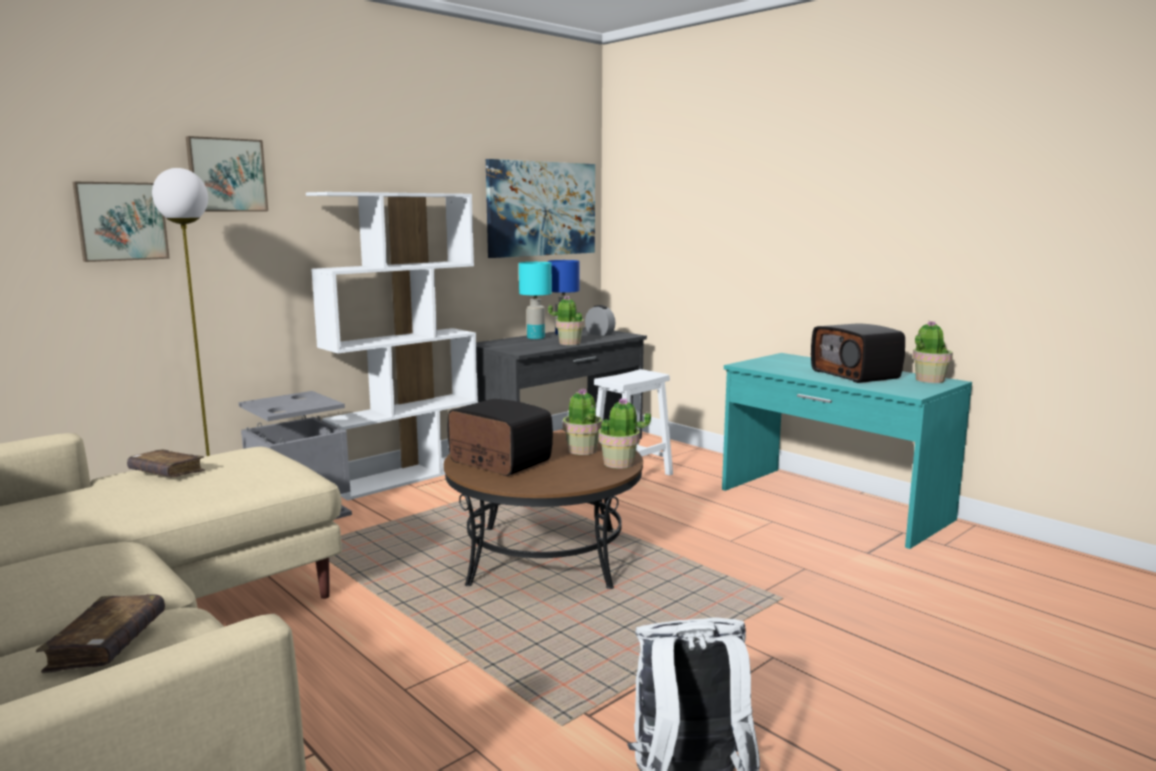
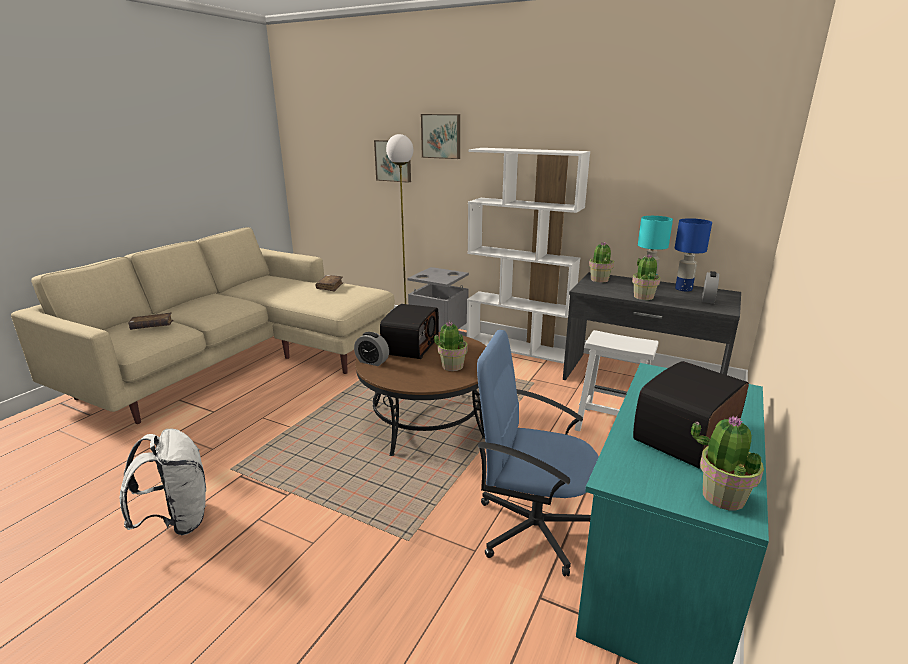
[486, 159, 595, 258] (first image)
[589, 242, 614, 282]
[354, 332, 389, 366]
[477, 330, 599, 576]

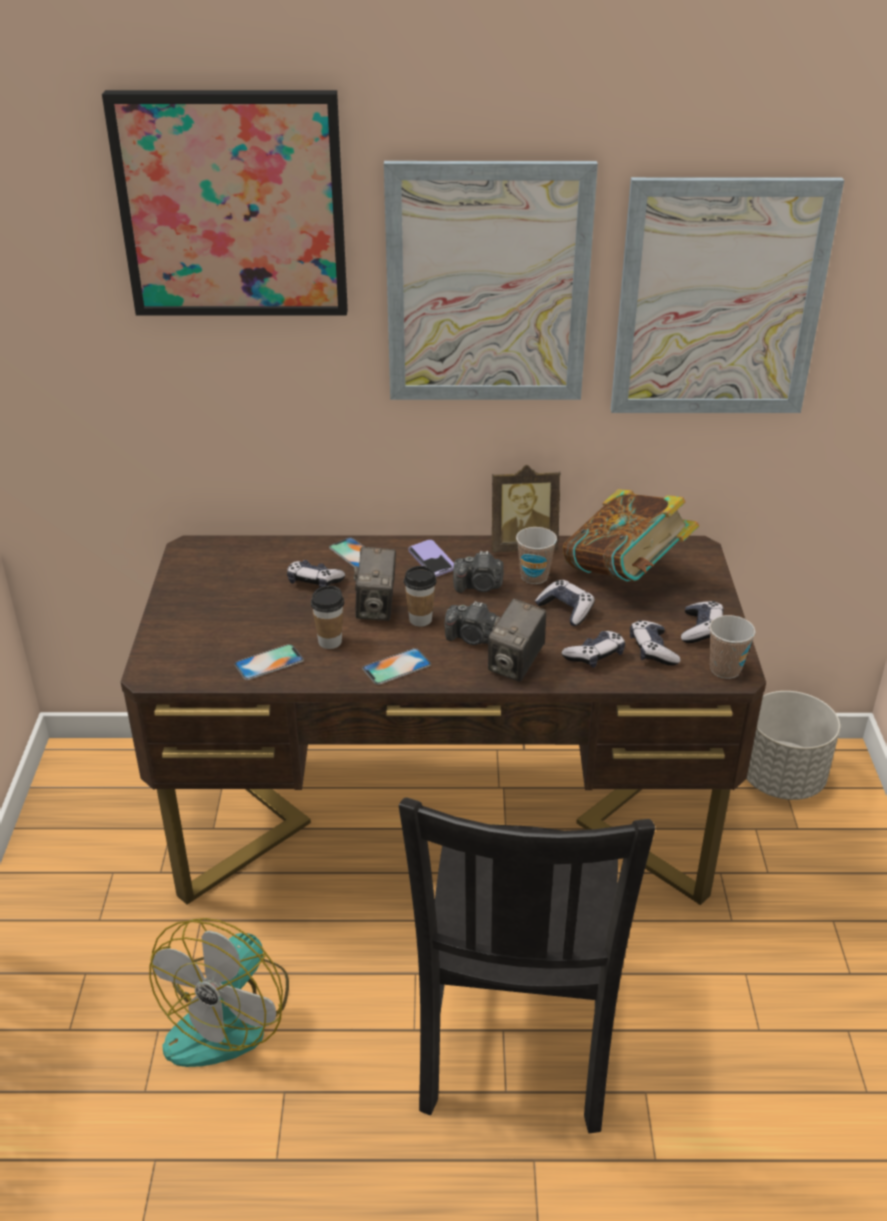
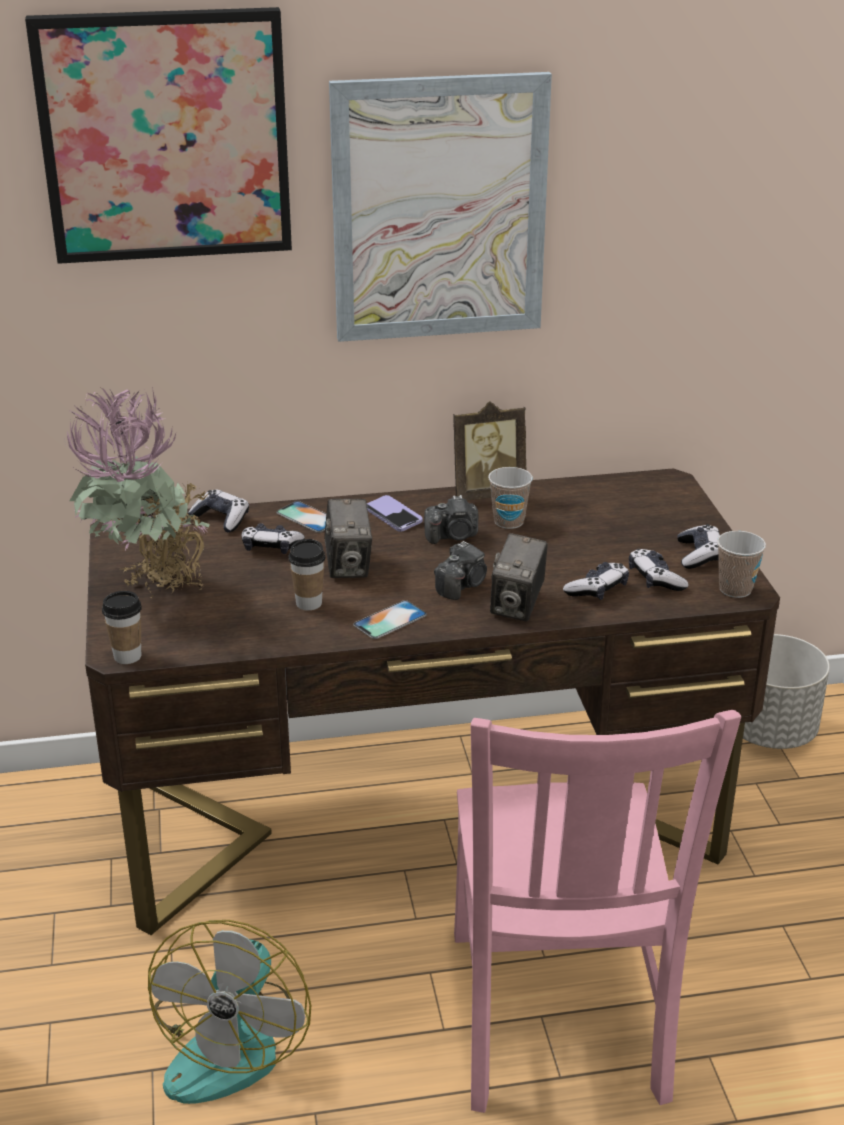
[234, 644, 304, 680] (first image)
[454, 710, 741, 1113]
[102, 591, 142, 664]
[434, 541, 487, 600]
[188, 490, 249, 532]
[563, 489, 699, 582] (first image)
[611, 177, 844, 413] (first image)
[63, 387, 210, 598]

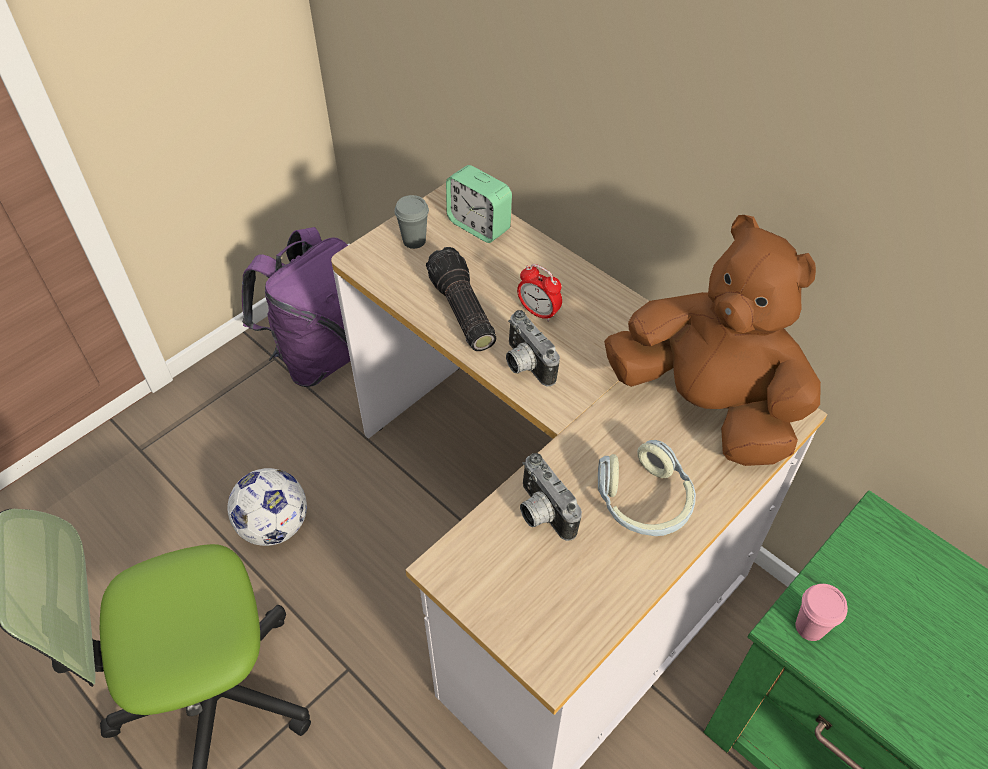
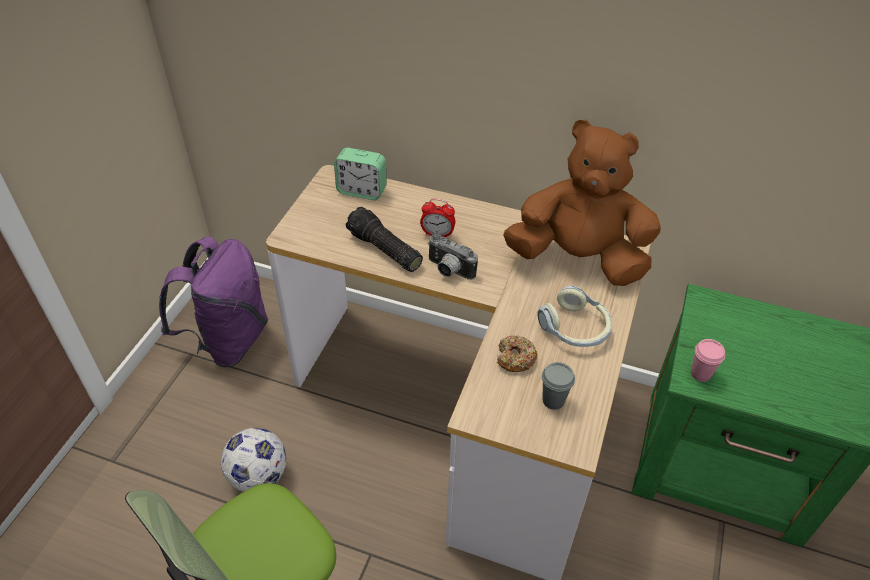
[542, 362, 575, 410]
[497, 335, 538, 372]

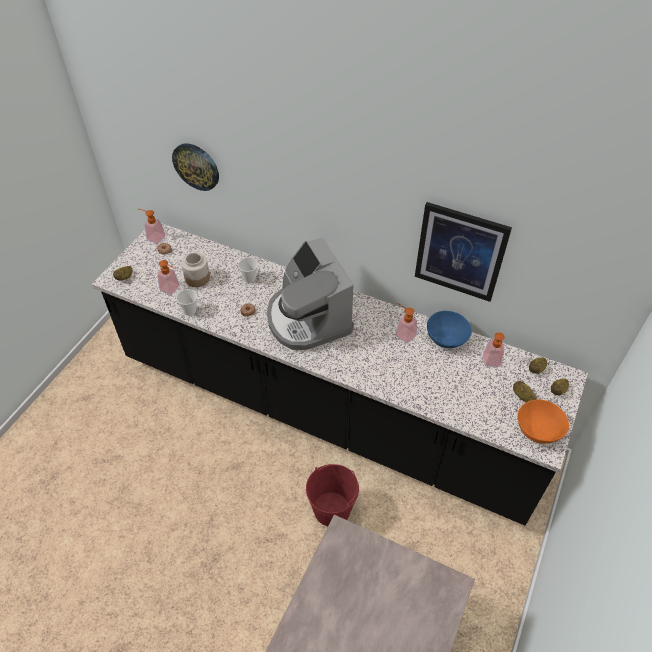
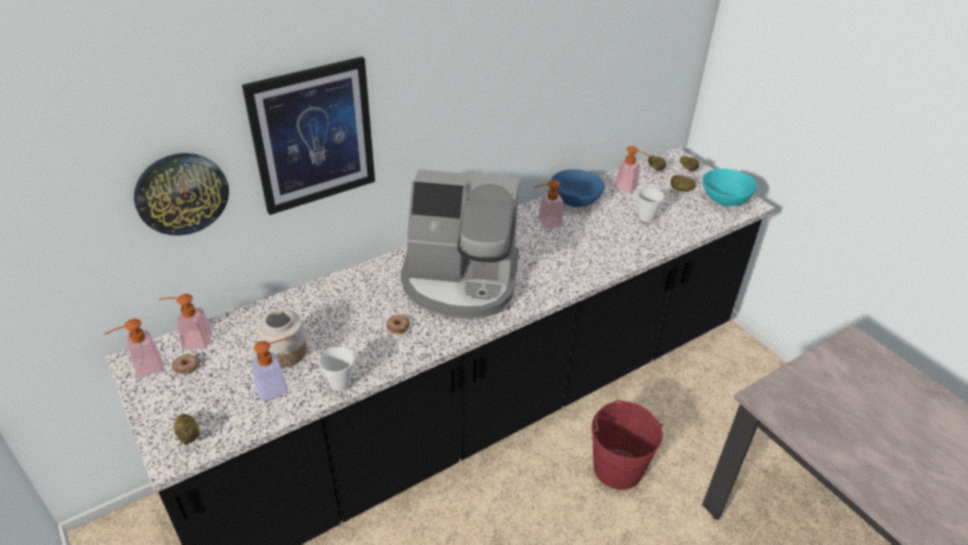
[637, 188, 664, 222]
[242, 57, 375, 215]
[702, 169, 757, 206]
[159, 294, 213, 349]

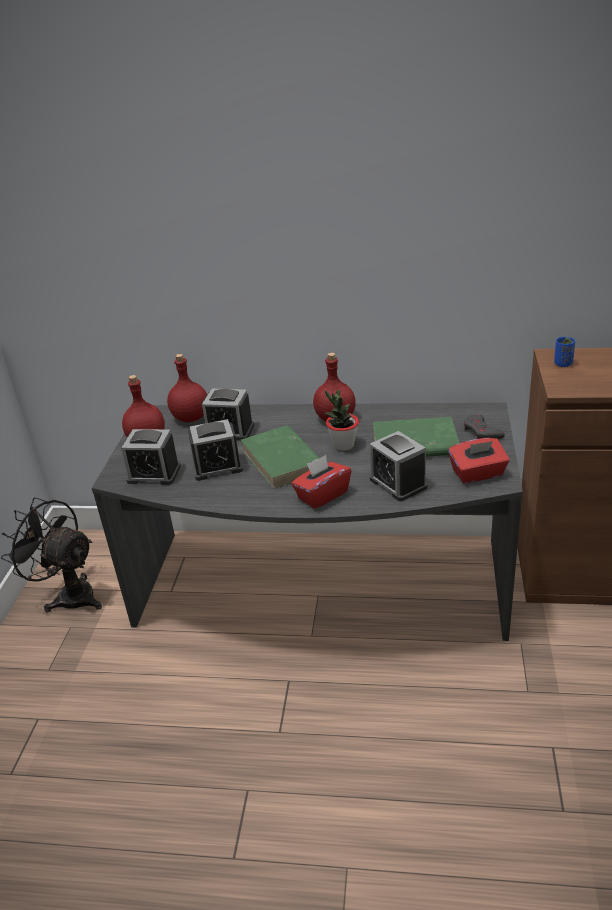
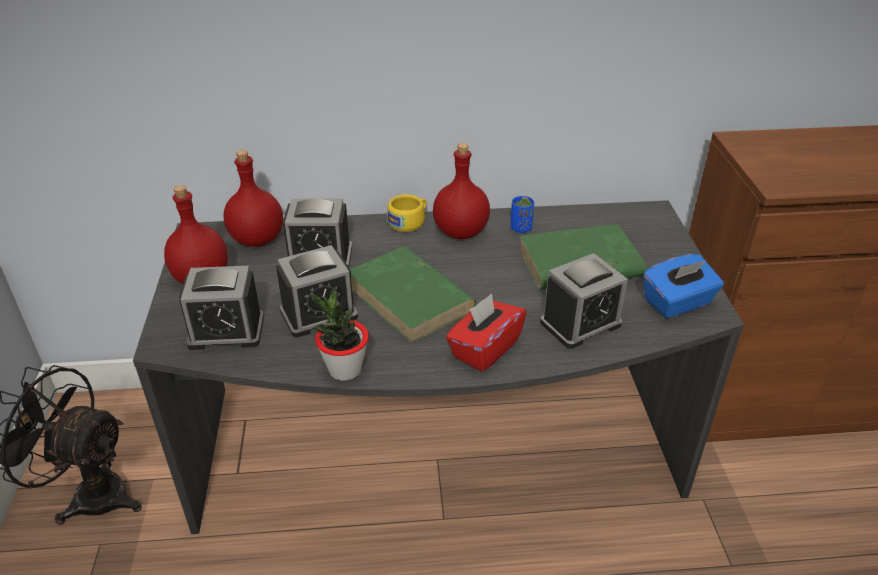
[311, 290, 369, 381]
[540, 253, 628, 349]
[643, 254, 724, 318]
[464, 415, 505, 439] (first image)
[511, 196, 534, 233]
[387, 194, 427, 232]

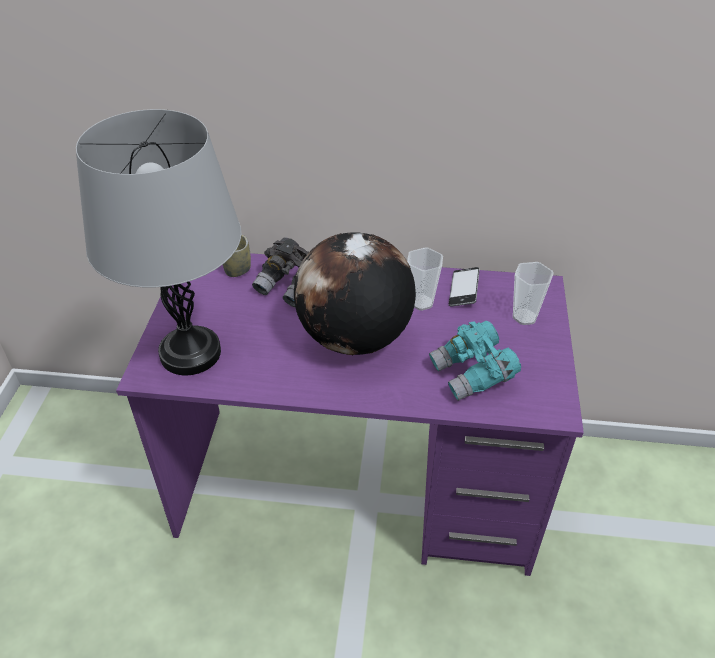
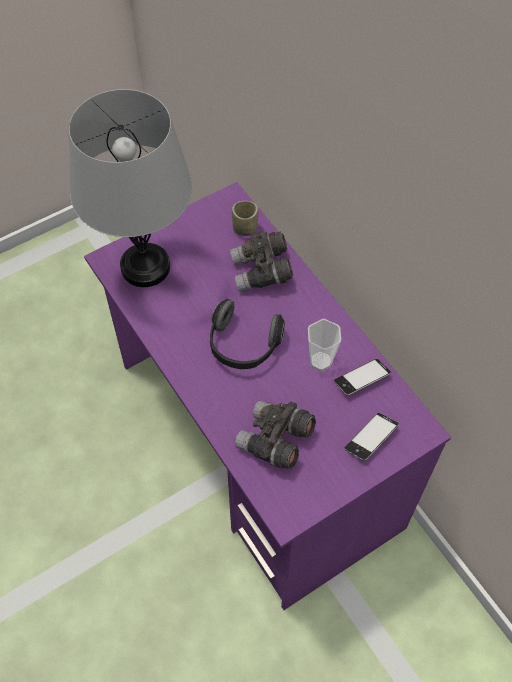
[210, 299, 285, 369]
[235, 401, 316, 469]
[345, 413, 399, 461]

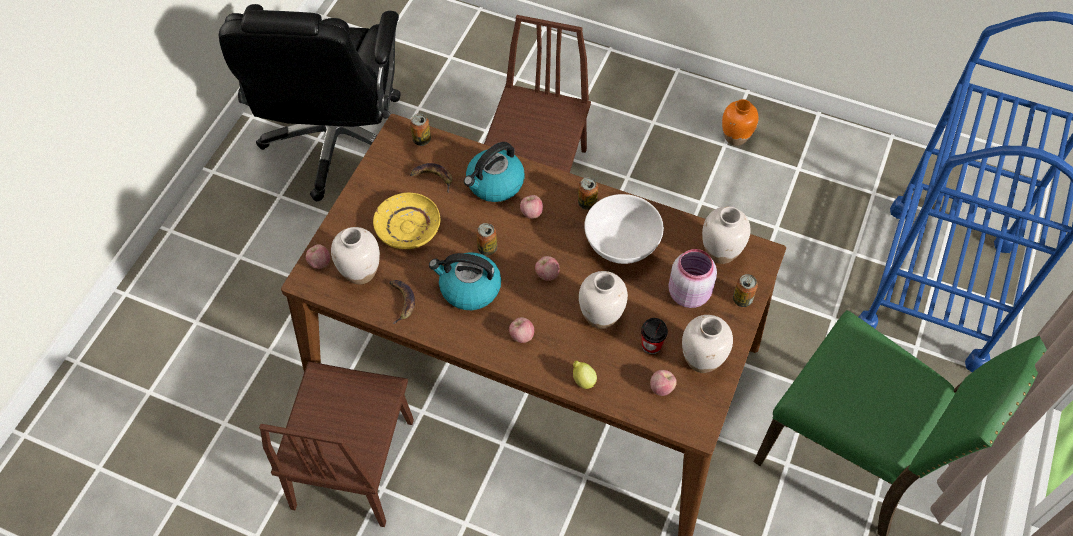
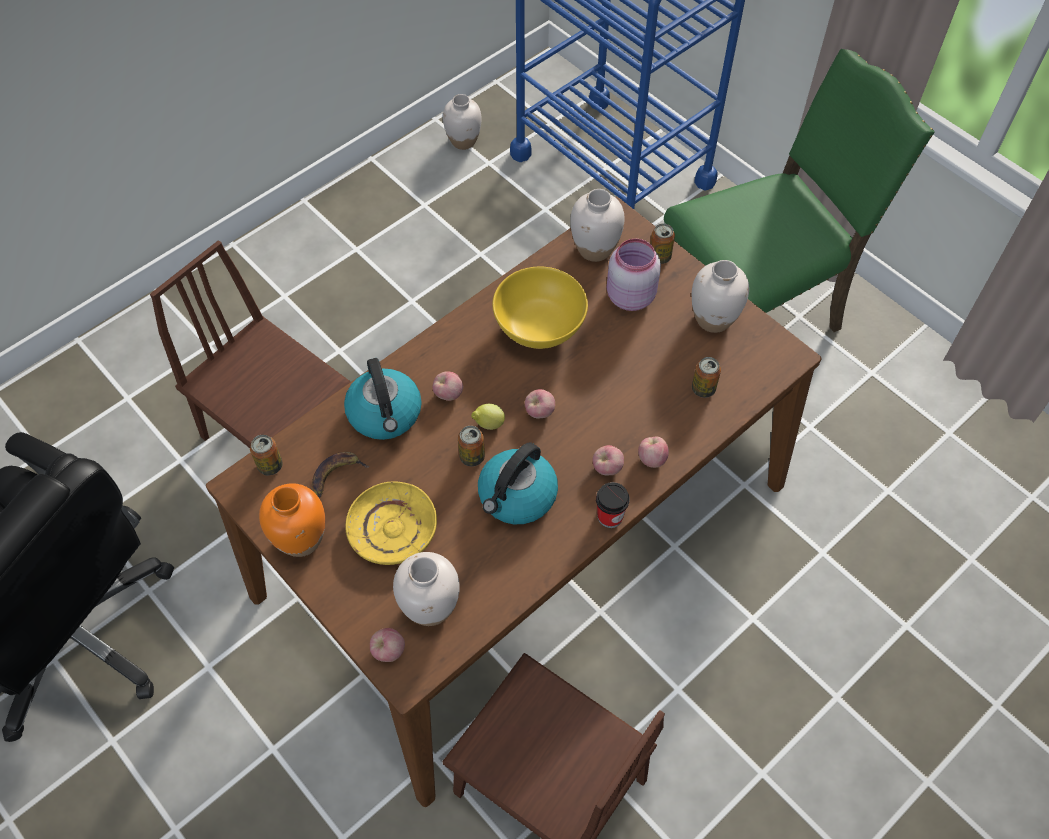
[389, 280, 415, 324] (first image)
[471, 404, 505, 430]
[692, 357, 721, 398]
[443, 94, 481, 150]
[492, 267, 588, 349]
[596, 482, 630, 528]
[638, 437, 669, 468]
[259, 483, 325, 557]

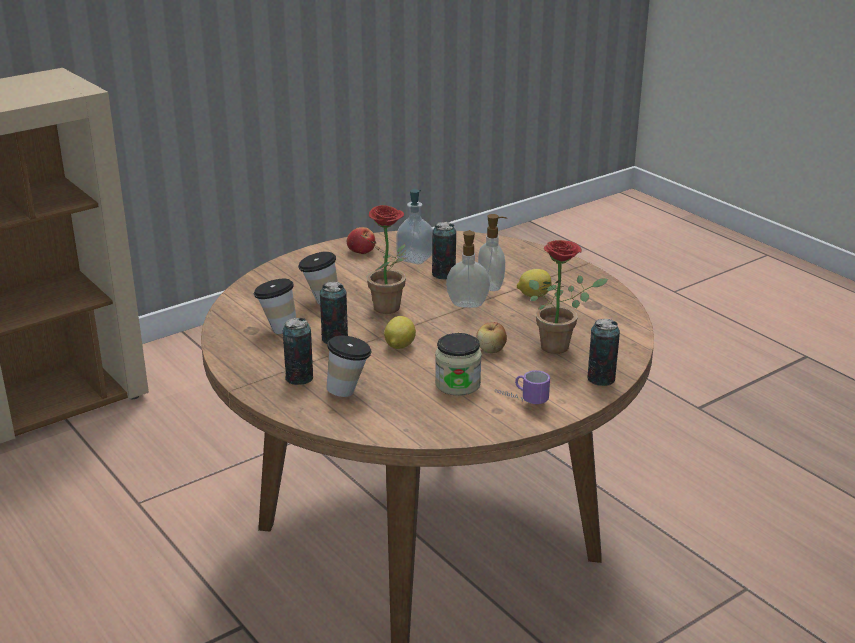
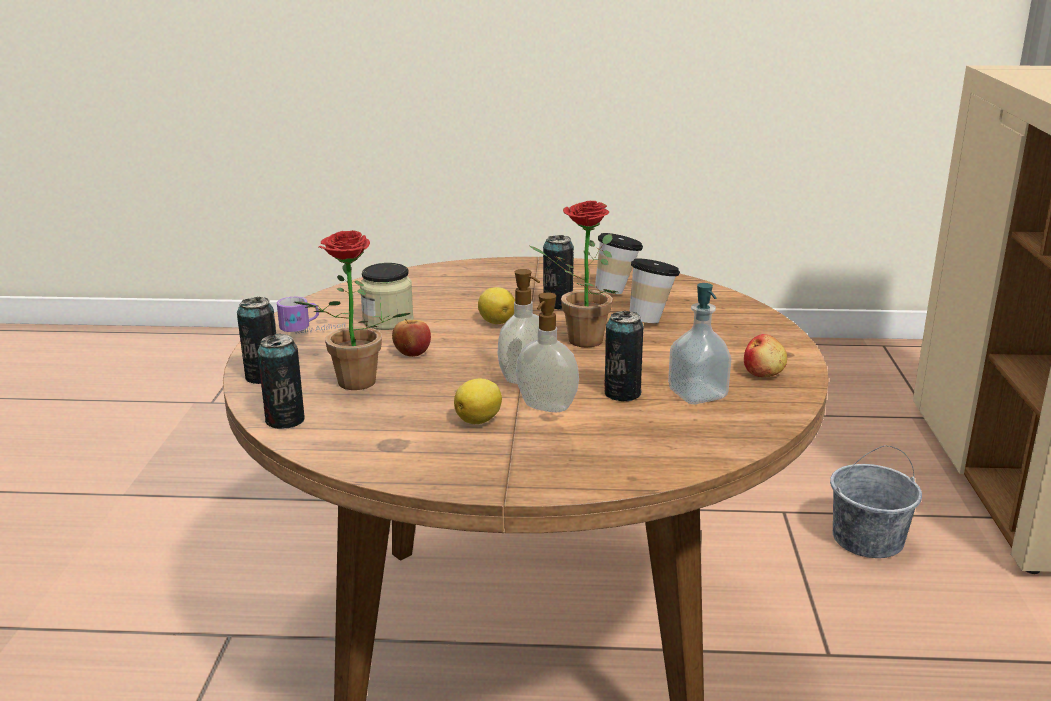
[257, 334, 305, 429]
[326, 336, 372, 397] (first image)
[830, 446, 922, 558]

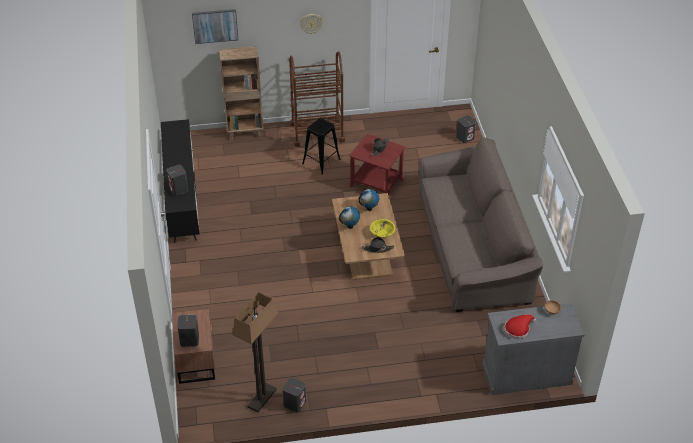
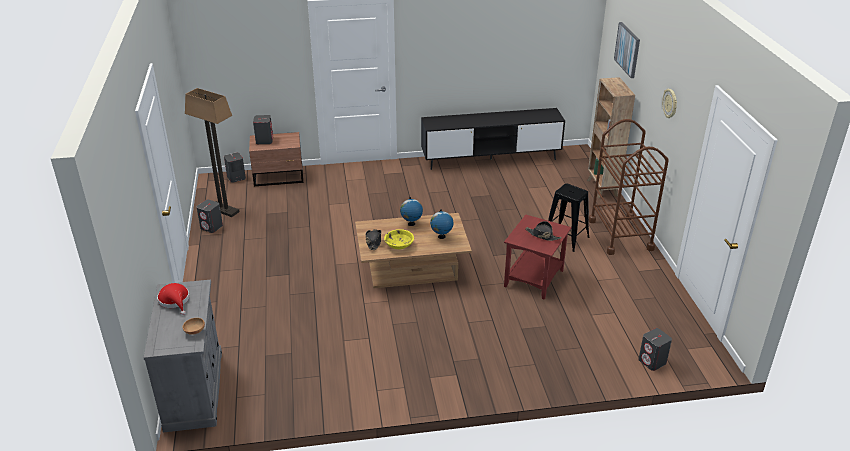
[224, 152, 246, 183]
[419, 137, 543, 312] (first image)

